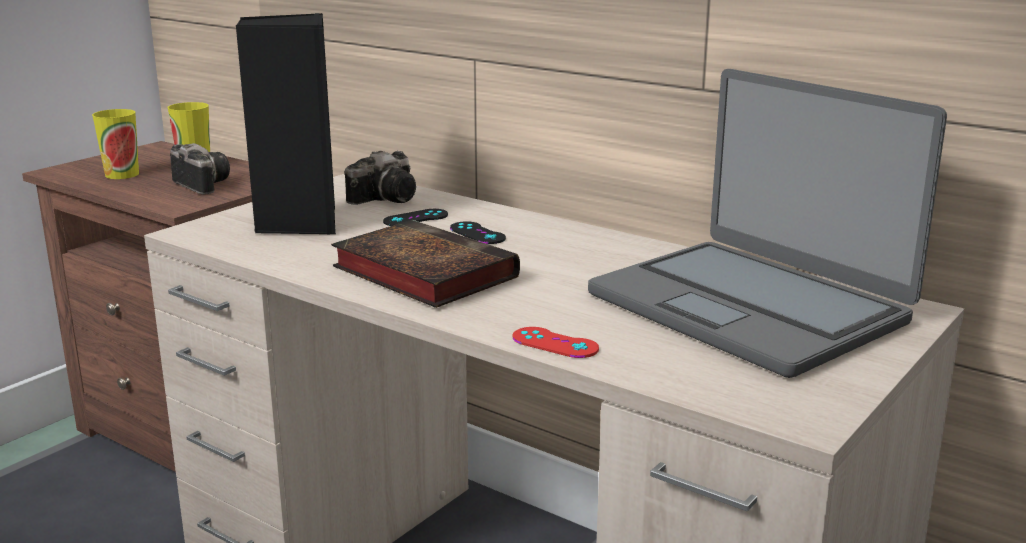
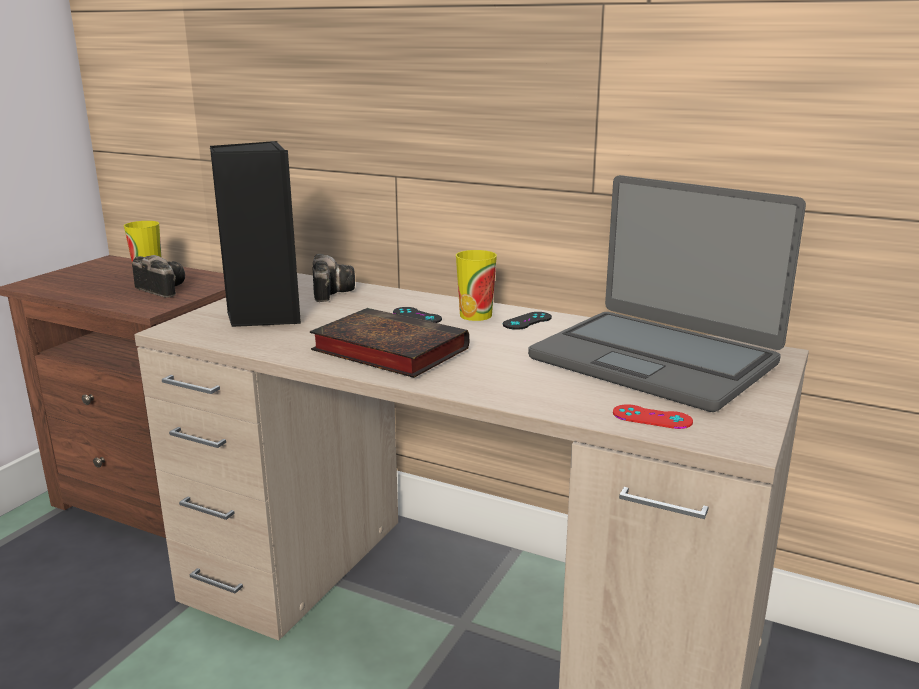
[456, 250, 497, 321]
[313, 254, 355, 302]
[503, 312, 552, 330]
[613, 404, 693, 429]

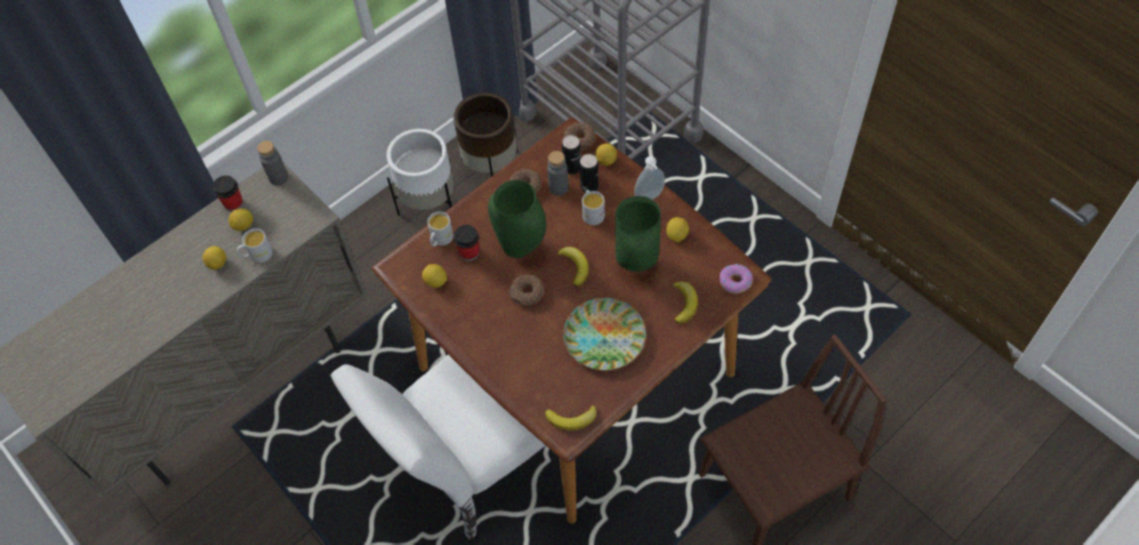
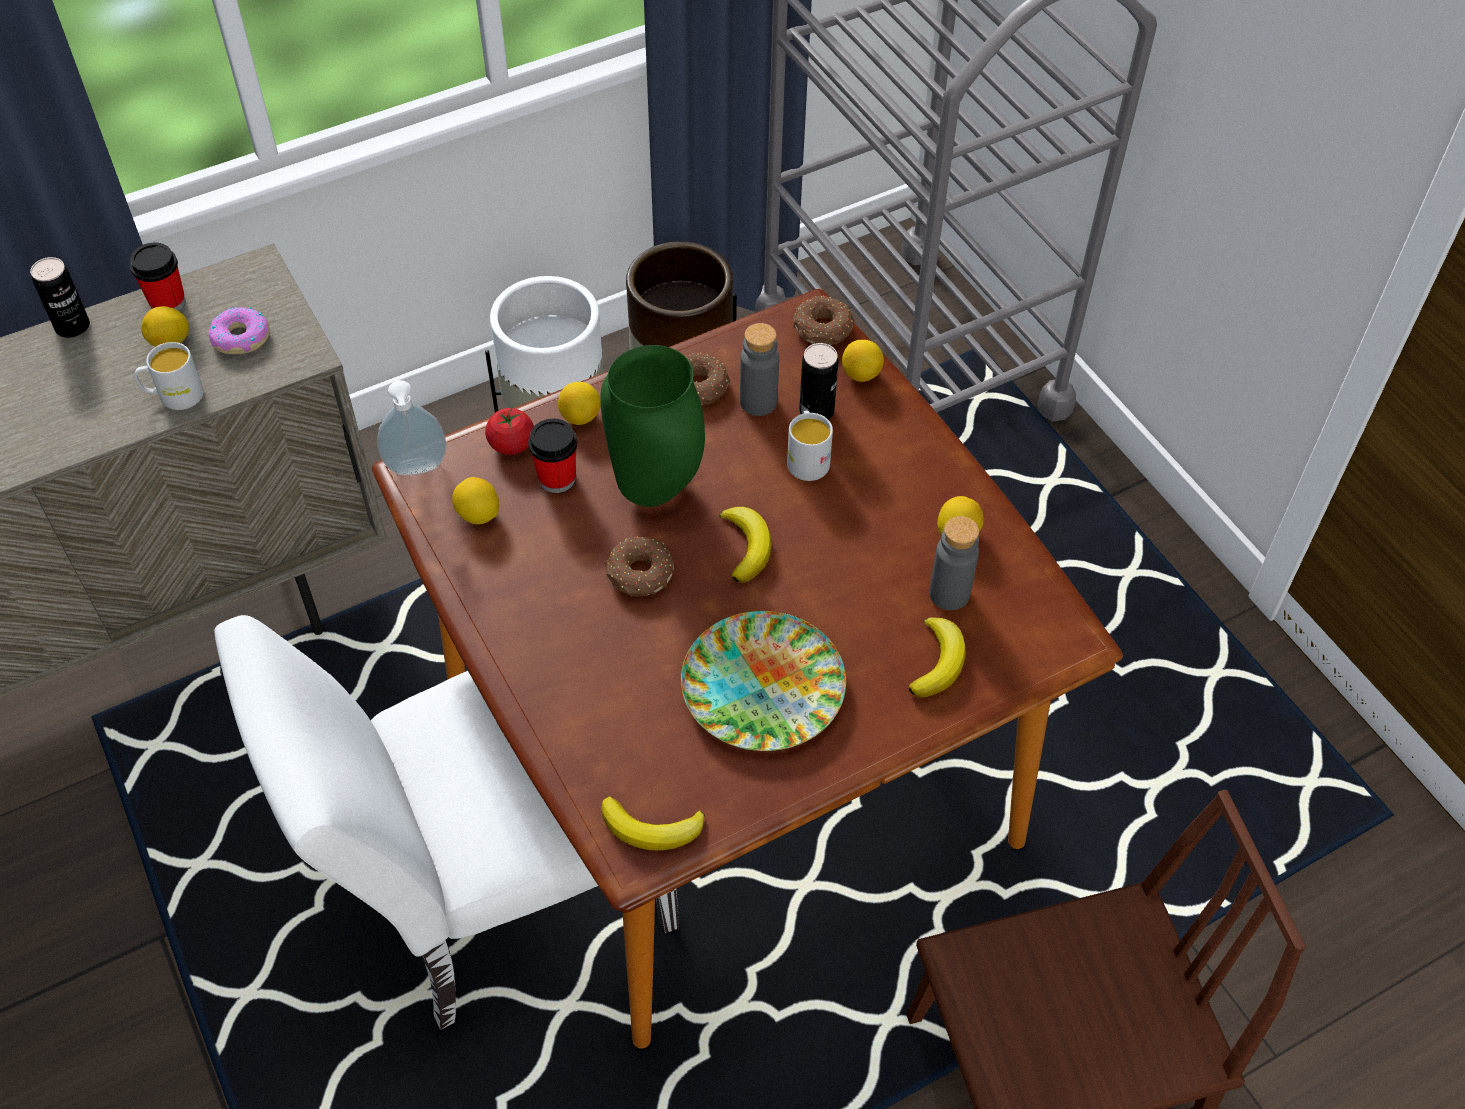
[558, 382, 601, 425]
[929, 516, 979, 610]
[485, 407, 534, 455]
[30, 257, 90, 338]
[615, 196, 661, 272] (first image)
[377, 380, 446, 476]
[208, 307, 270, 354]

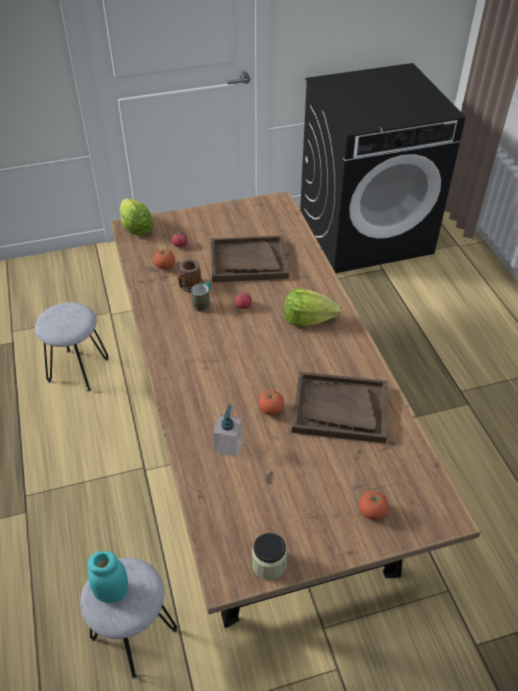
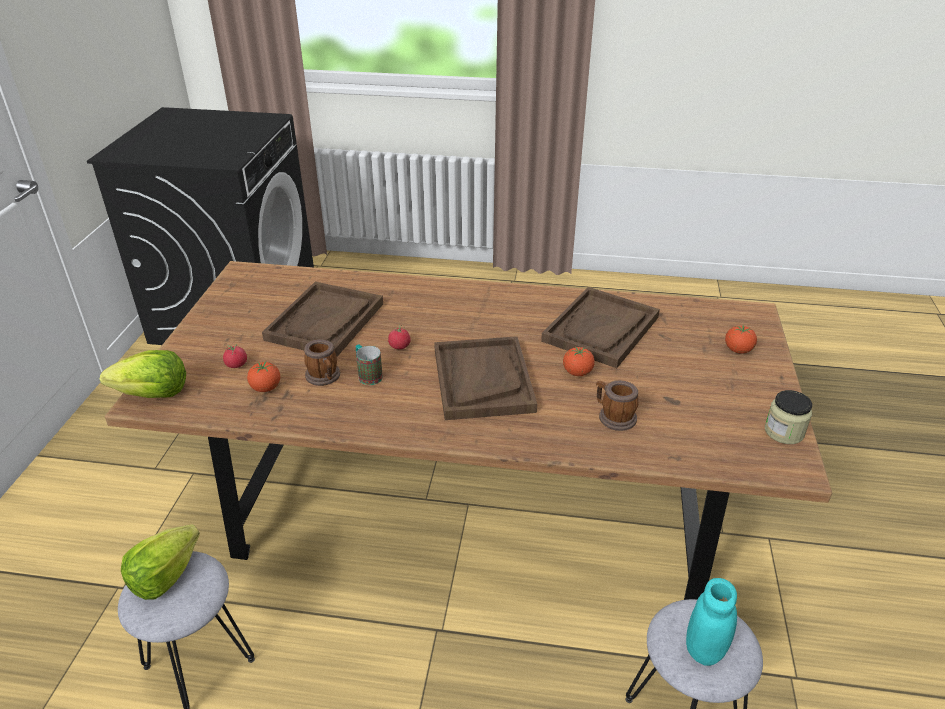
[596, 381, 639, 431]
[121, 524, 200, 600]
[434, 336, 537, 420]

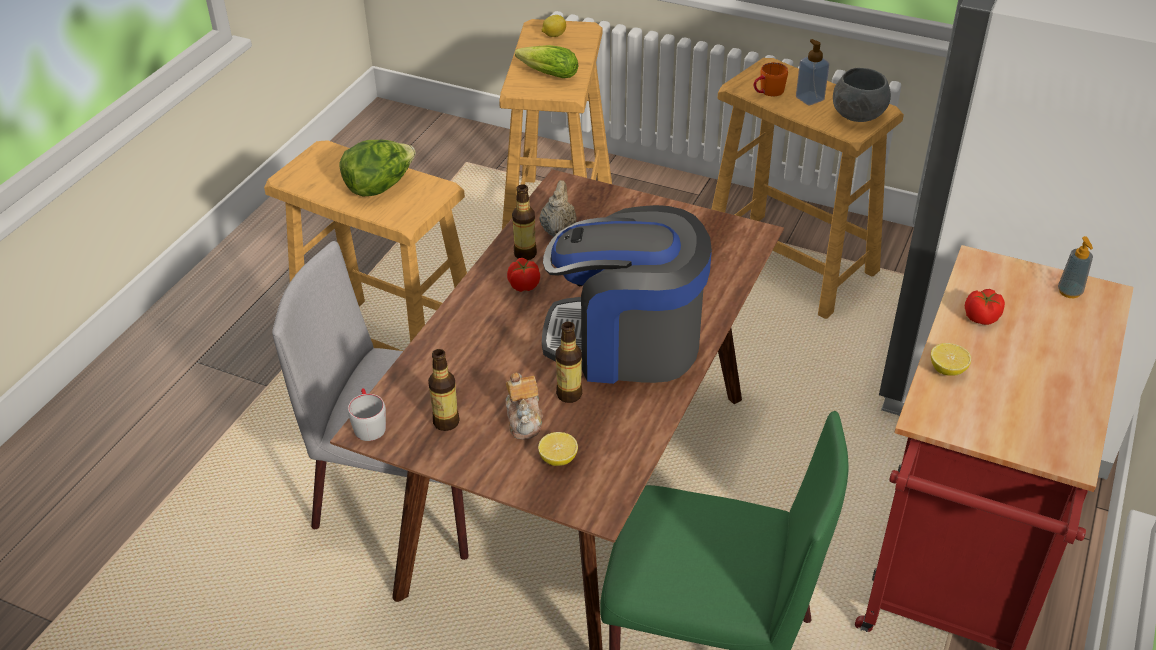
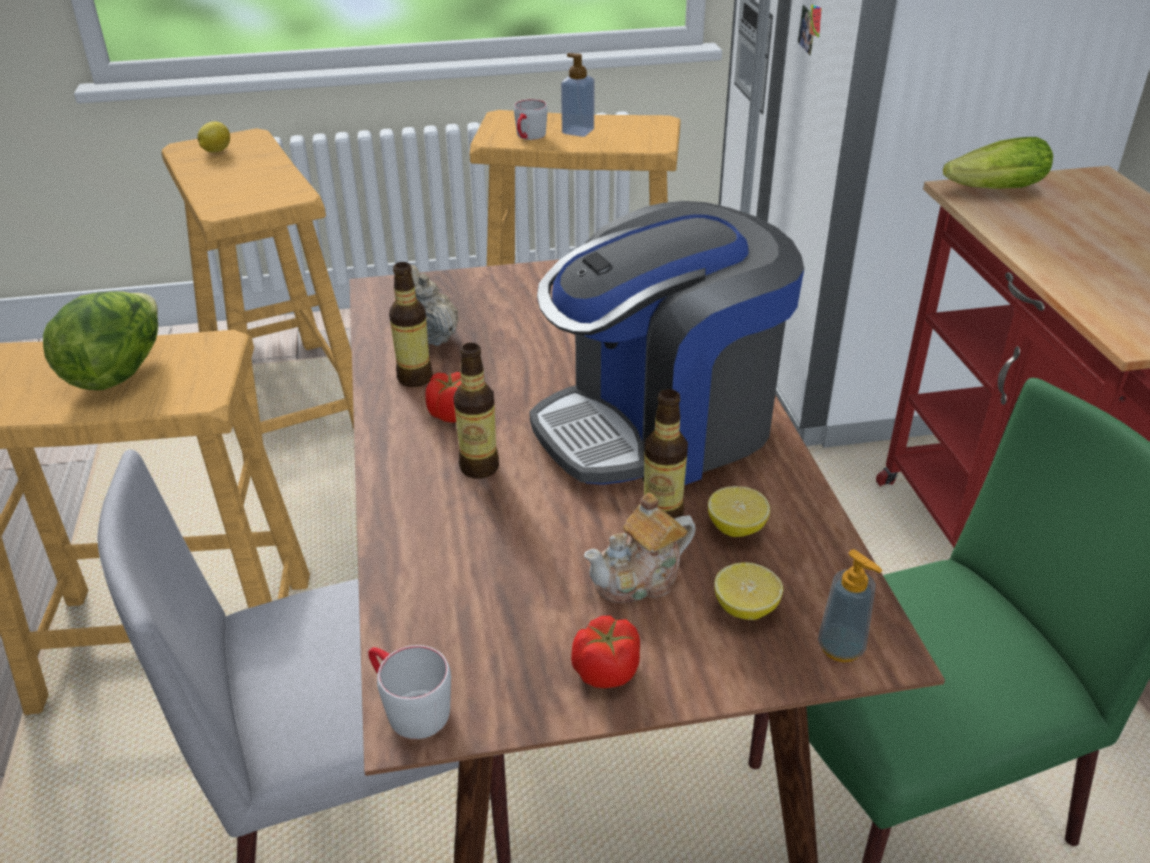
[454, 343, 499, 478]
[584, 493, 696, 603]
[943, 137, 1053, 189]
[514, 99, 548, 140]
[833, 68, 891, 122] (first image)
[708, 486, 770, 537]
[571, 616, 640, 688]
[818, 549, 883, 662]

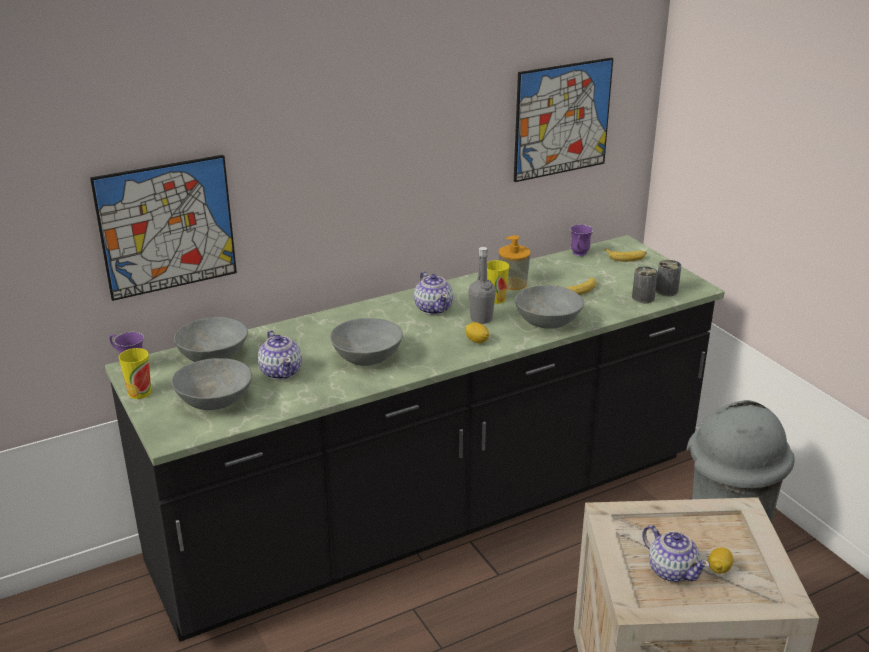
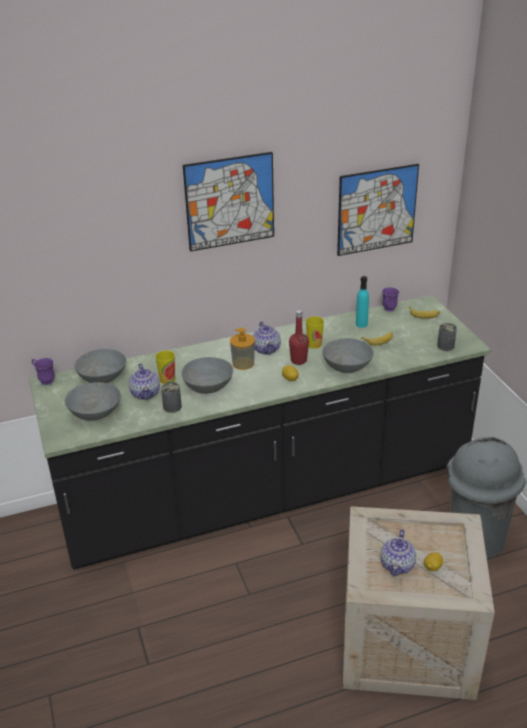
[183, 152, 274, 252]
[155, 351, 175, 384]
[289, 310, 309, 365]
[230, 328, 255, 370]
[161, 382, 182, 413]
[380, 529, 416, 576]
[356, 276, 369, 328]

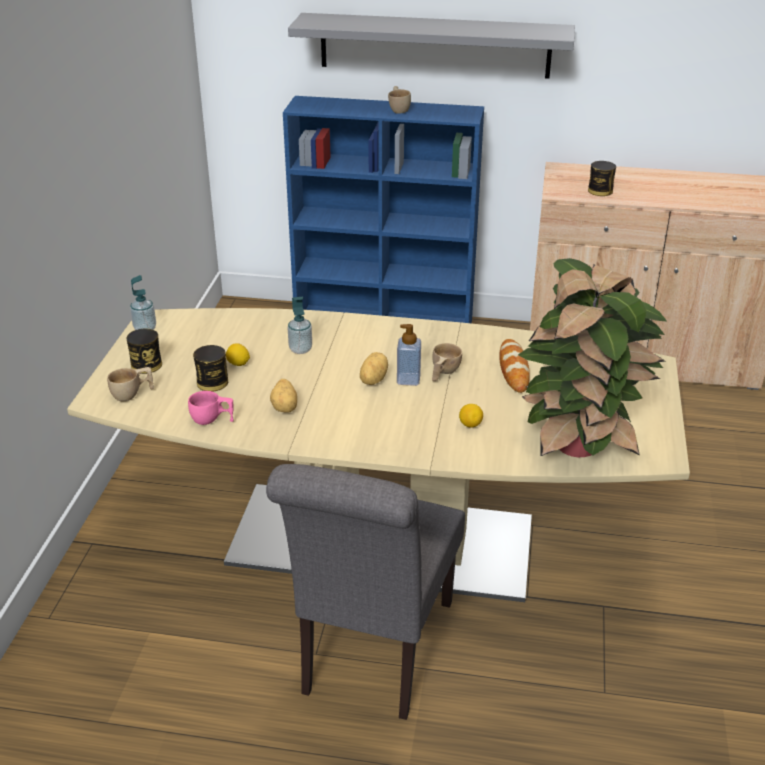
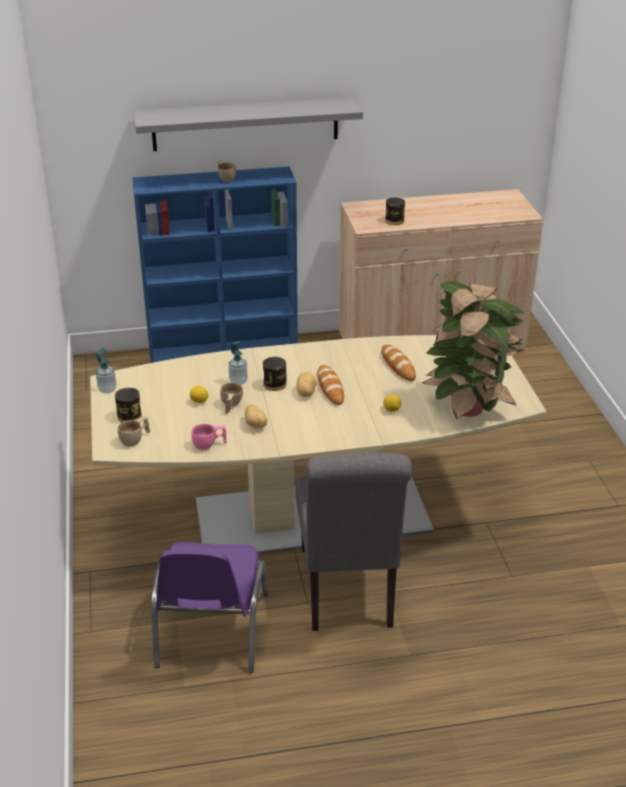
[263, 357, 286, 391]
[317, 365, 344, 405]
[220, 382, 243, 414]
[151, 542, 268, 673]

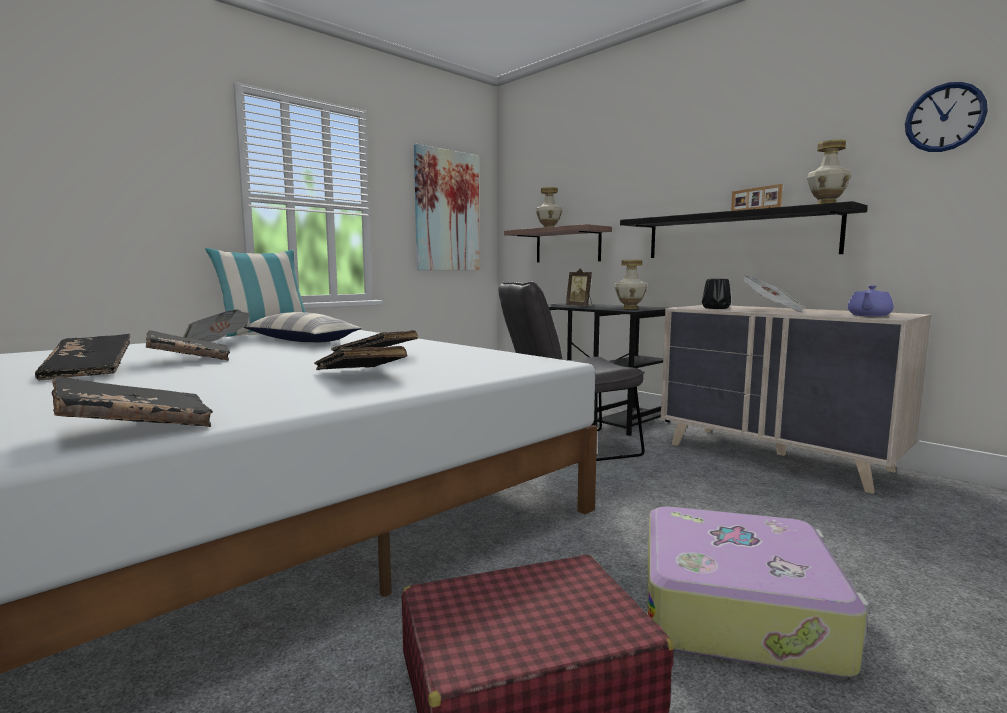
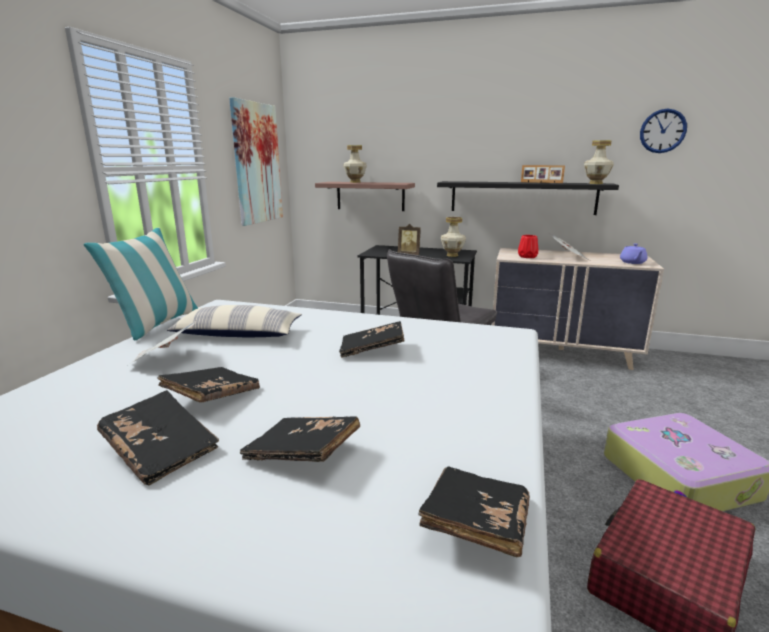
[240, 416, 360, 462]
[518, 235, 538, 258]

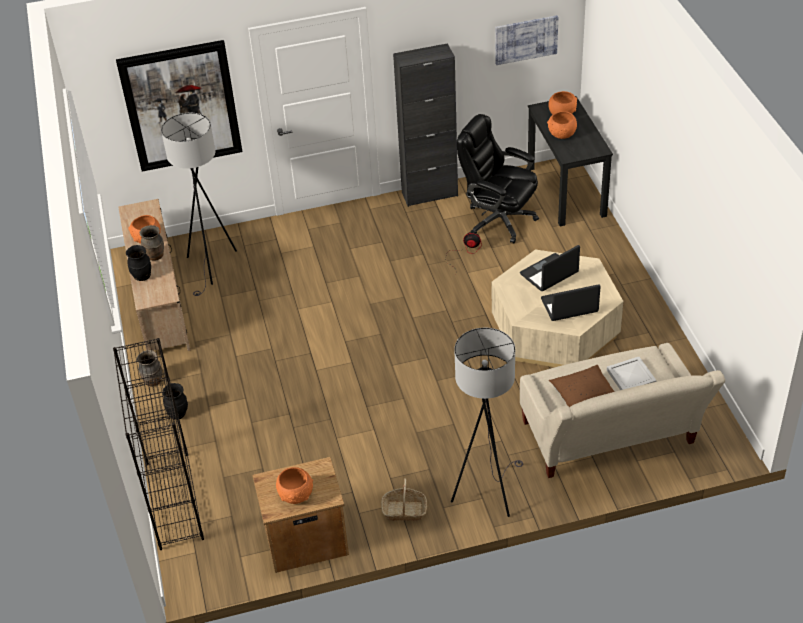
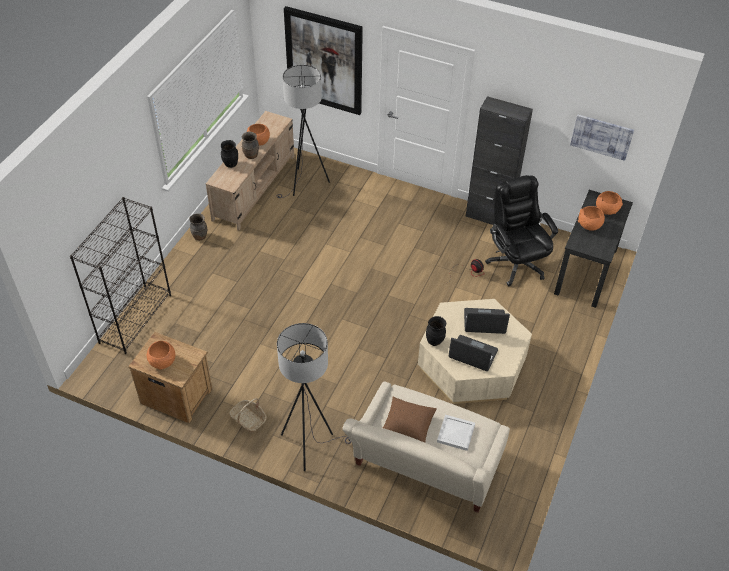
[426, 316, 446, 346]

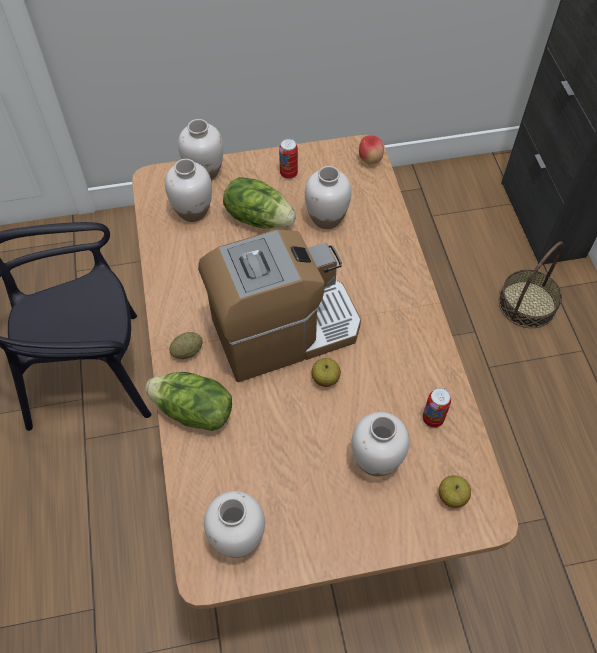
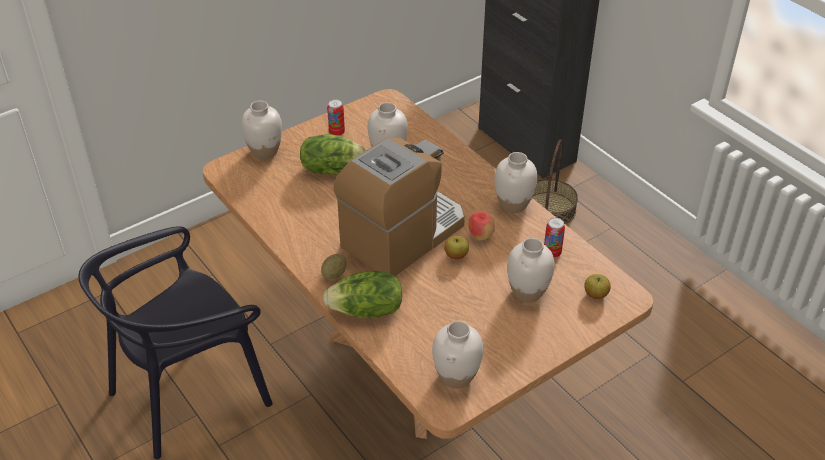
[494, 152, 538, 213]
[468, 212, 495, 240]

